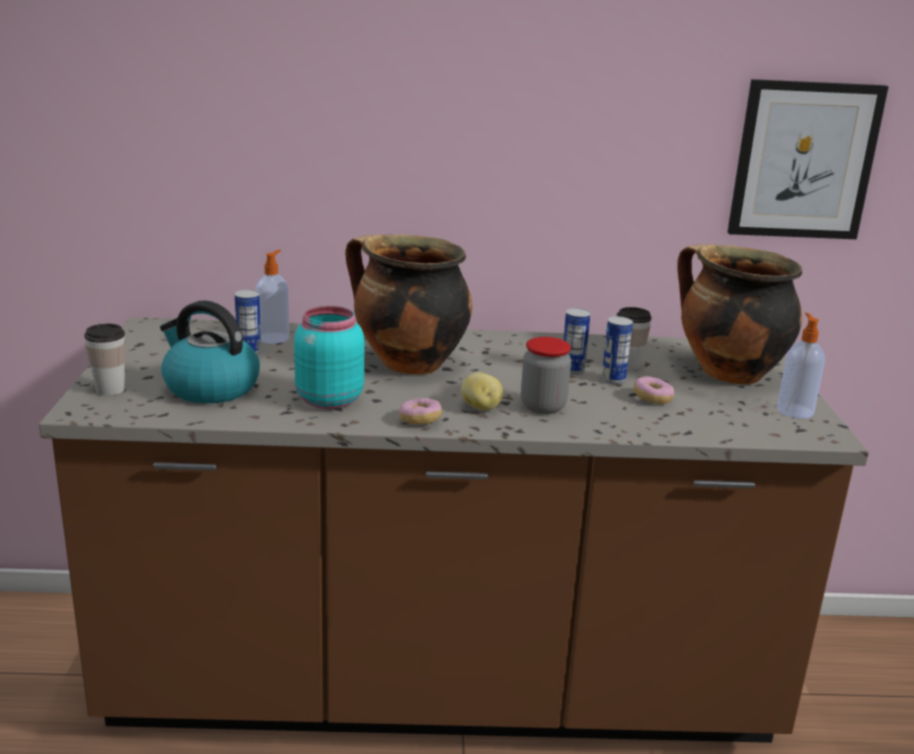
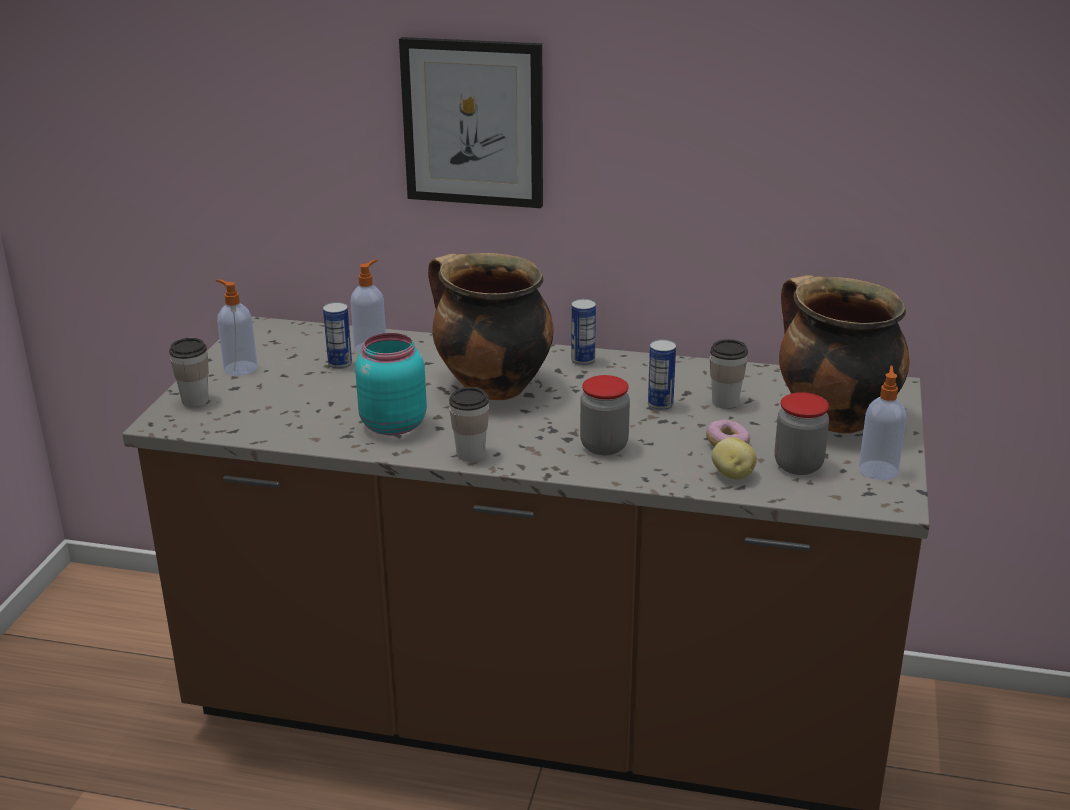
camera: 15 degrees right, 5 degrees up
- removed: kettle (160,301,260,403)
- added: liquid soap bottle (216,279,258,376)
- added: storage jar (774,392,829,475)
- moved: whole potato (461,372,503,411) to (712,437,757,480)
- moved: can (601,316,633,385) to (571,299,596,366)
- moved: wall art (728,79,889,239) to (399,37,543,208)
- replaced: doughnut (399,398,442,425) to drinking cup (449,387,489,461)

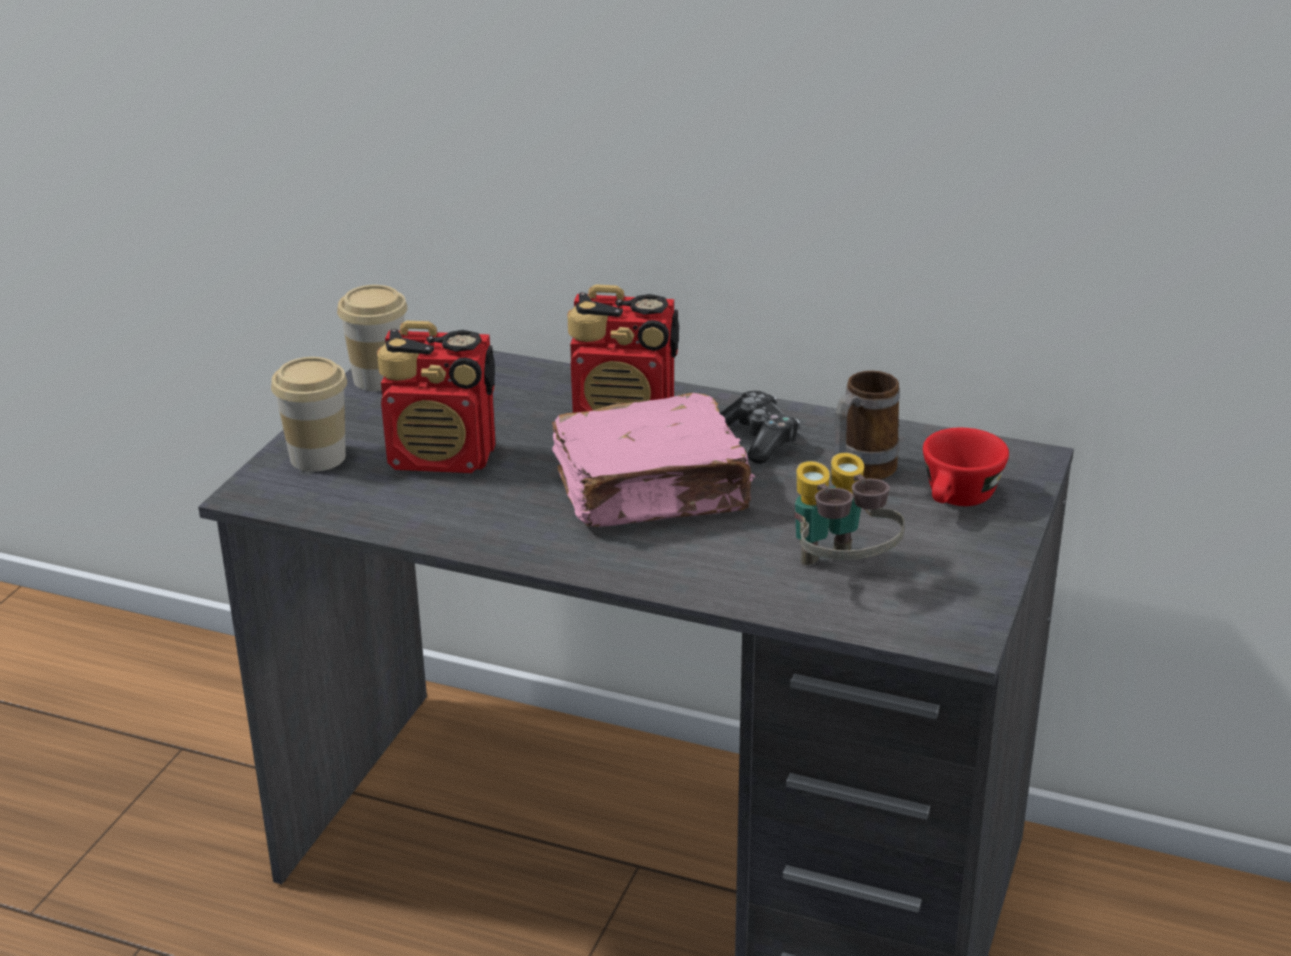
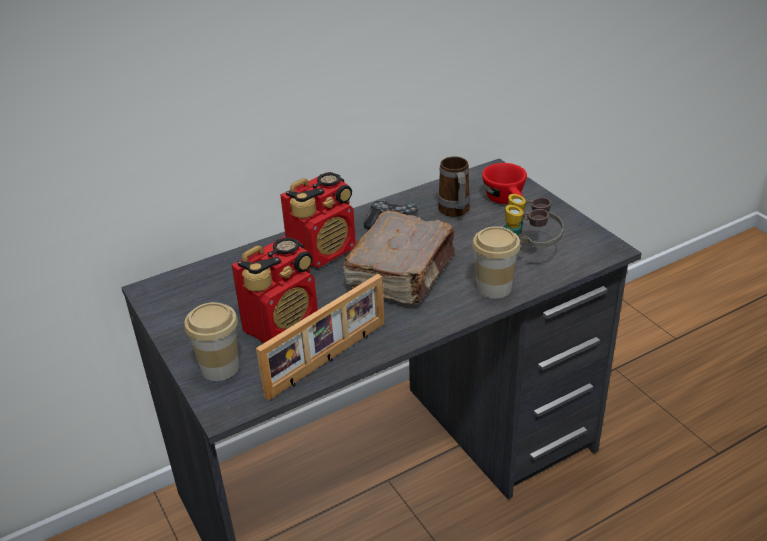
camera: 50 degrees left, 5 degrees up
- added: photo frame (256,274,385,401)
- moved: drinking cup (337,285,408,391) to (472,226,520,299)
- recoloured: pinkish volume (552,393,755,527) to brown-coloured volume (343,211,455,305)

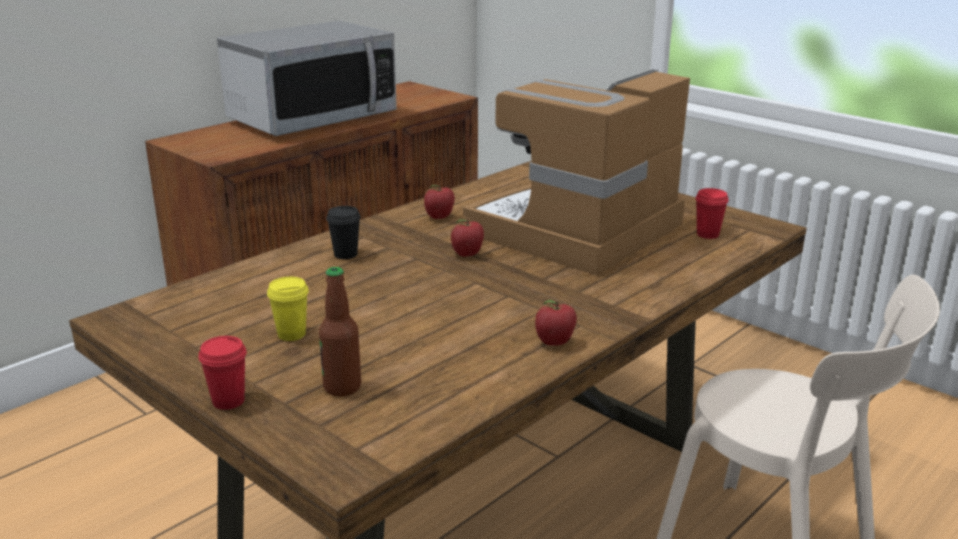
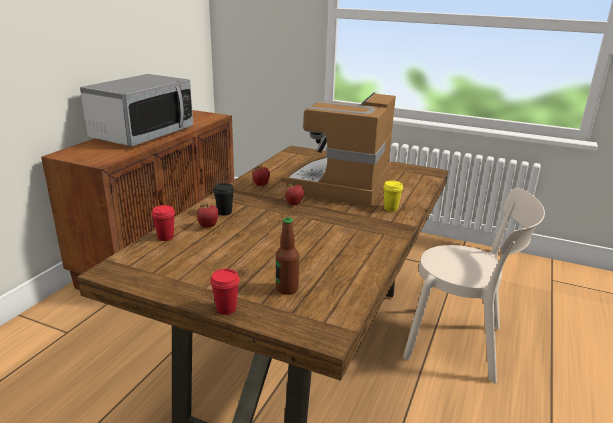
camera: 20 degrees left, 0 degrees up
- moved: yellowish drinking cup (267,277,309,341) to (383,180,403,212)
- moved: whole apple (535,300,577,346) to (197,204,219,228)
- moved: red-coloured drinking cup (695,188,729,239) to (151,205,175,241)

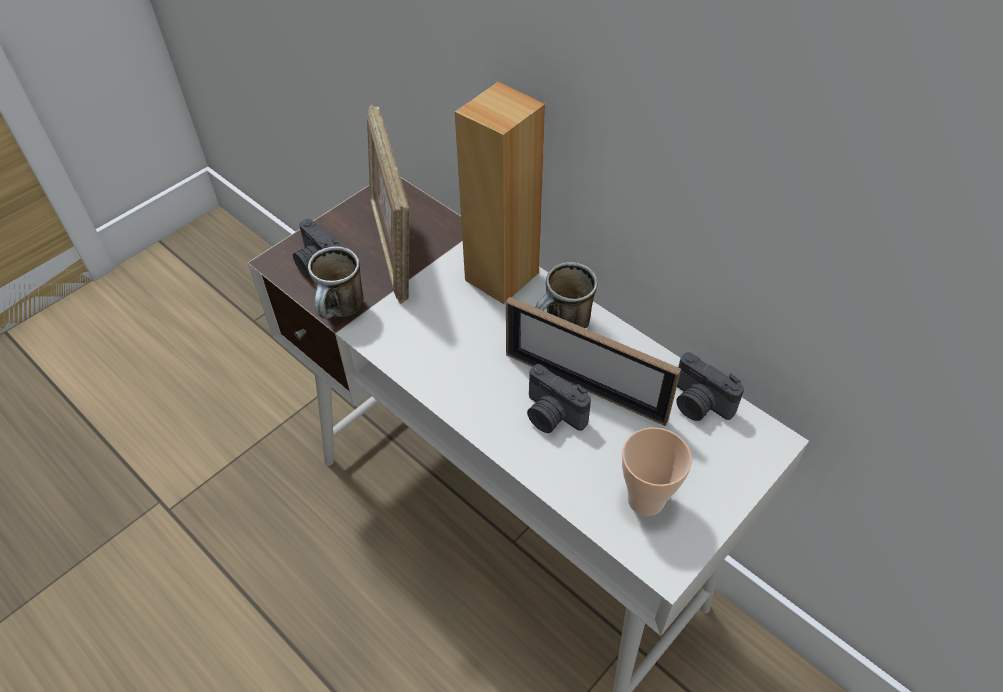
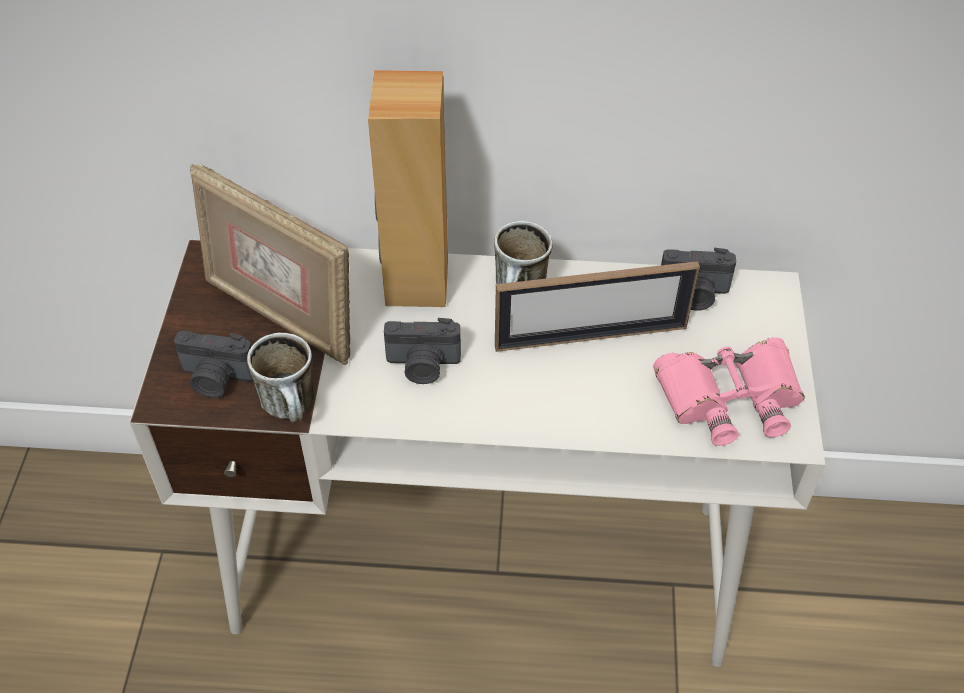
camera: 40 degrees left, 0 degrees up
- moved: photo camera (527,364,591,433) to (384,318,461,384)
- replaced: drinking cup (622,427,692,516) to pinkish pair of binoculars (653,337,805,446)

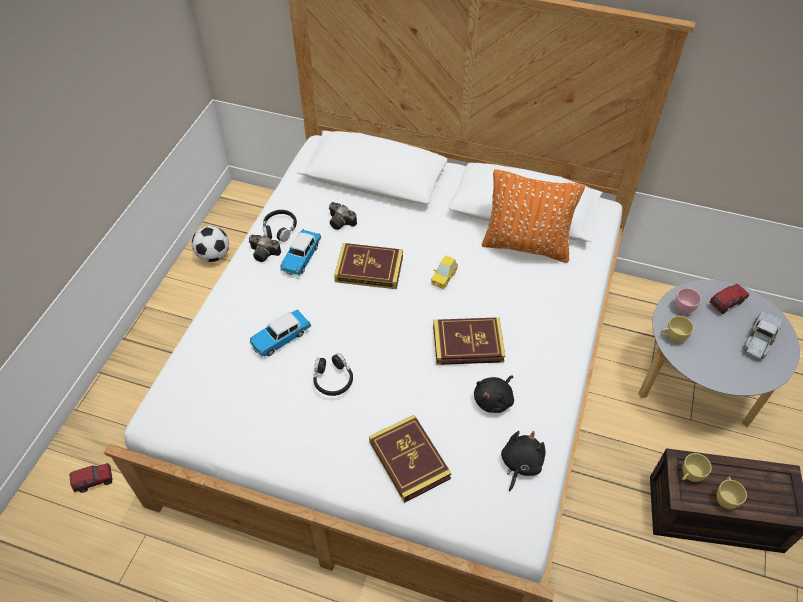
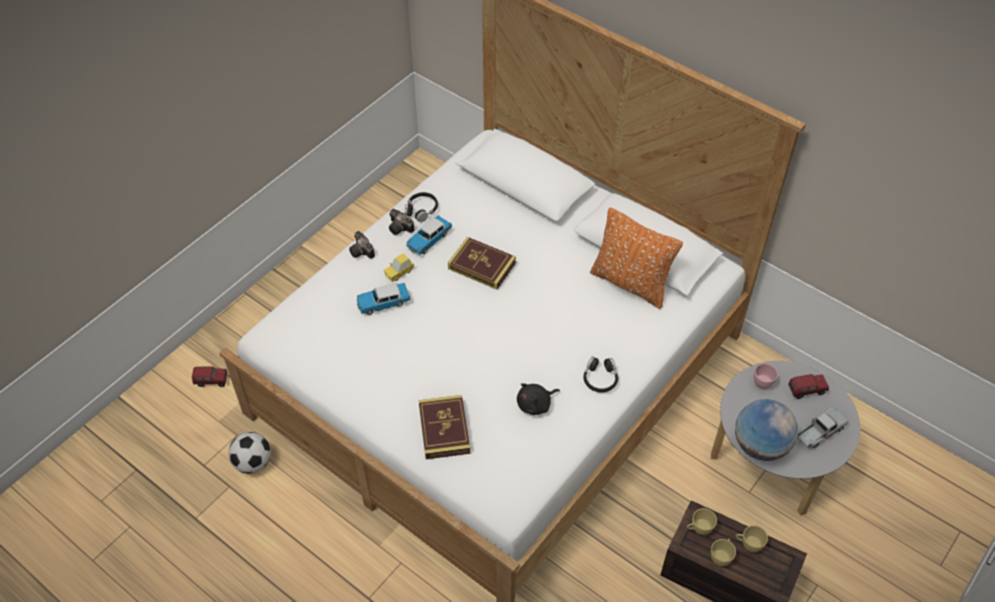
camera: 20 degrees right, 0 degrees up
- removed: volume (433,317,505,365)
- removed: blackish soft toy (501,431,546,492)
- added: world globe (735,399,798,461)
- moved: ball for football (192,226,229,262) to (229,432,271,474)
- moved: blackish headset (313,353,353,396) to (583,357,618,393)
- moved: photo camera (329,202,357,230) to (349,231,375,259)
- moved: yellowish miniature car (431,255,458,289) to (384,253,414,282)
- moved: yellowish drinking cup (661,316,694,343) to (736,525,768,552)

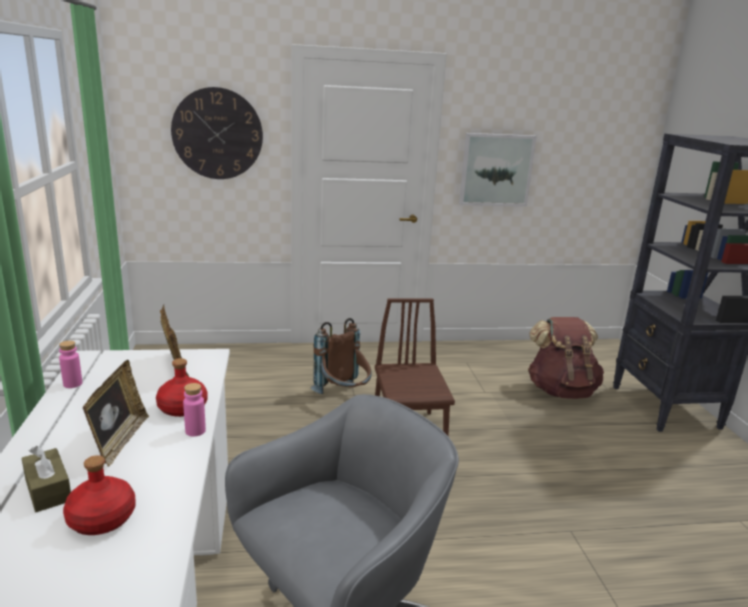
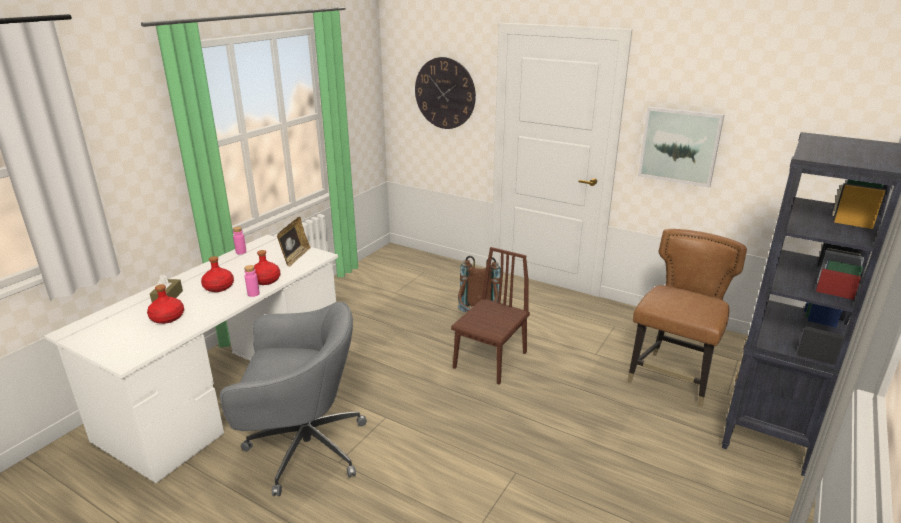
camera: 40 degrees right, 5 degrees up
- replaced: photo frame (83,360,149,467) to red-coloured bottle (201,256,234,292)
- replaced: brown-coloured backpack (528,317,604,399) to brown-coloured chair (628,229,747,407)

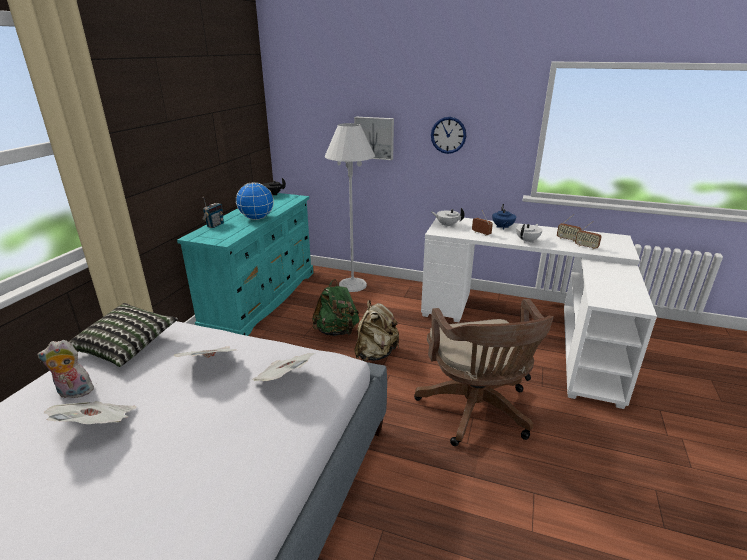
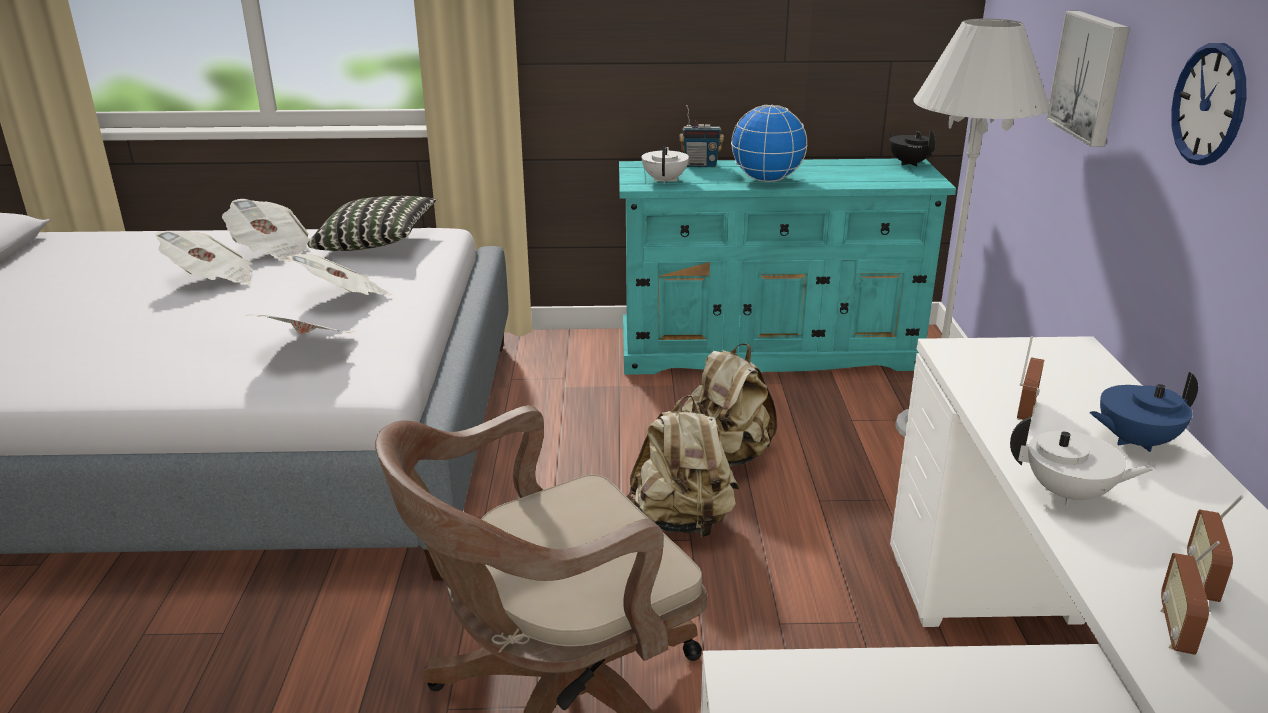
camera: 70 degrees right, 0 degrees up
- moved: white pot for tea (432,208,464,227) to (642,146,689,184)
- replaced: soft toy (37,340,98,398) to daily paper (222,199,310,262)
- recoloured: green-coloured backpack (312,279,360,336) to beige backpack (681,344,777,467)

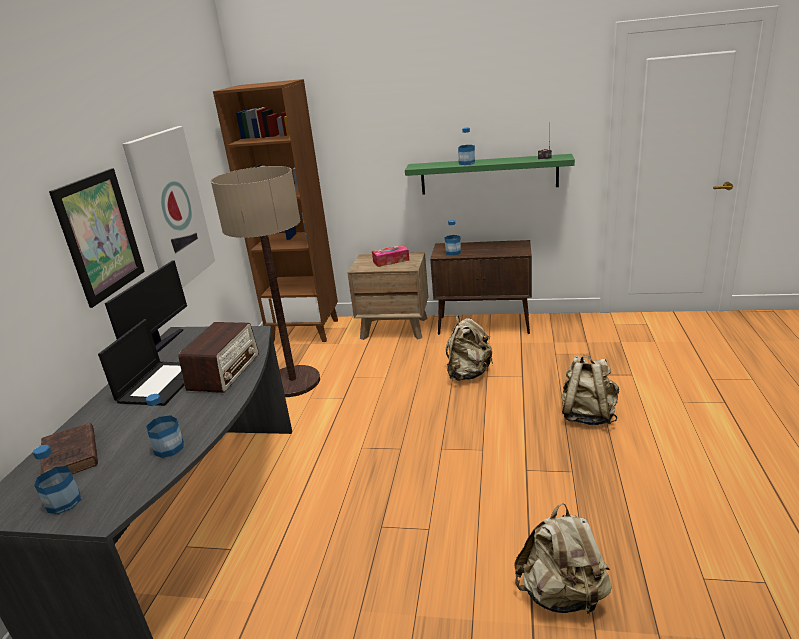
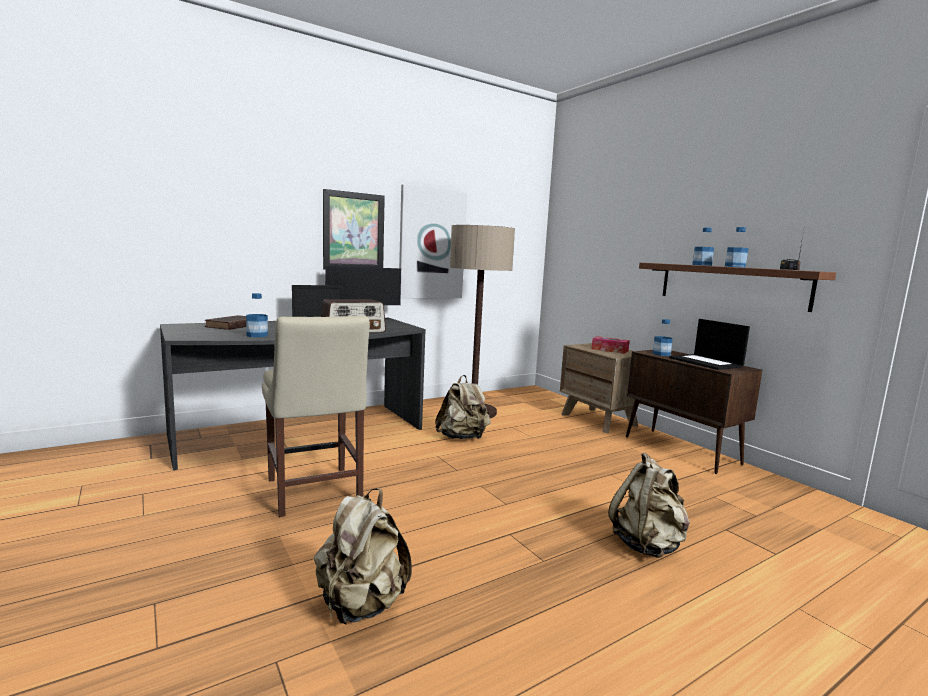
camera: 45 degrees right, 15 degrees down
- removed: brown-coloured bookcase (213,79,338,342)
- added: beige chair (262,316,370,517)
- added: notebook computer (669,319,750,370)
- moved: bottle (33,445,81,514) to (725,227,748,267)
- moved: beige backpack (446,315,493,381) to (435,375,491,439)
- recoloured: green-coloured shelf (405,154,575,194) to brown-coloured shelf (639,263,836,312)

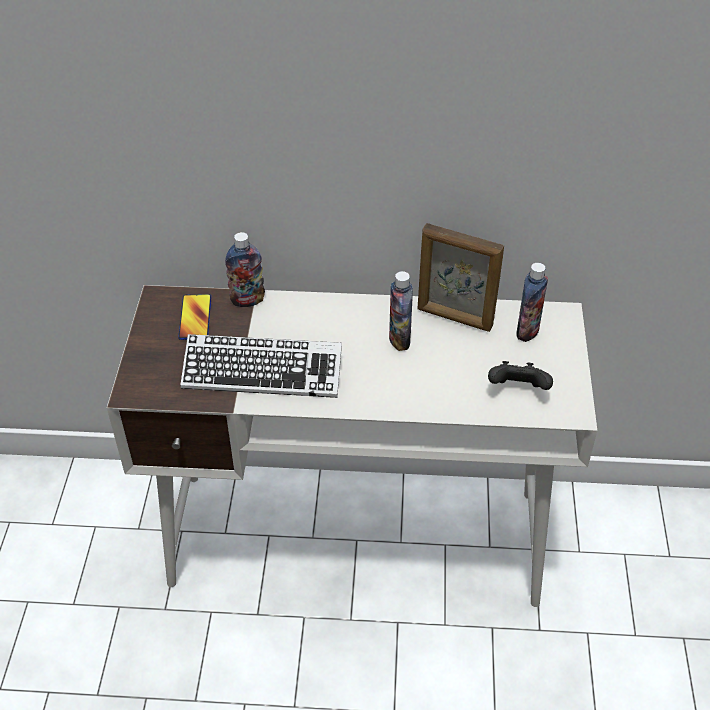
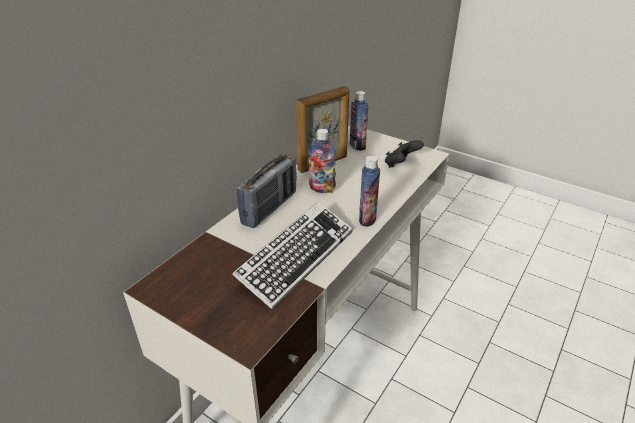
camera: 60 degrees left, 10 degrees down
- removed: handset (179,294,211,340)
- added: radio (237,154,297,228)
- moved: bottle (225,232,265,307) to (359,156,380,227)

